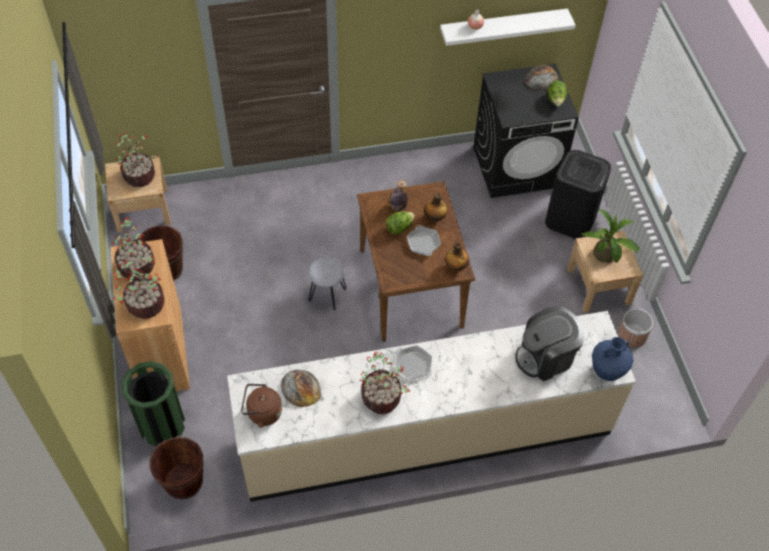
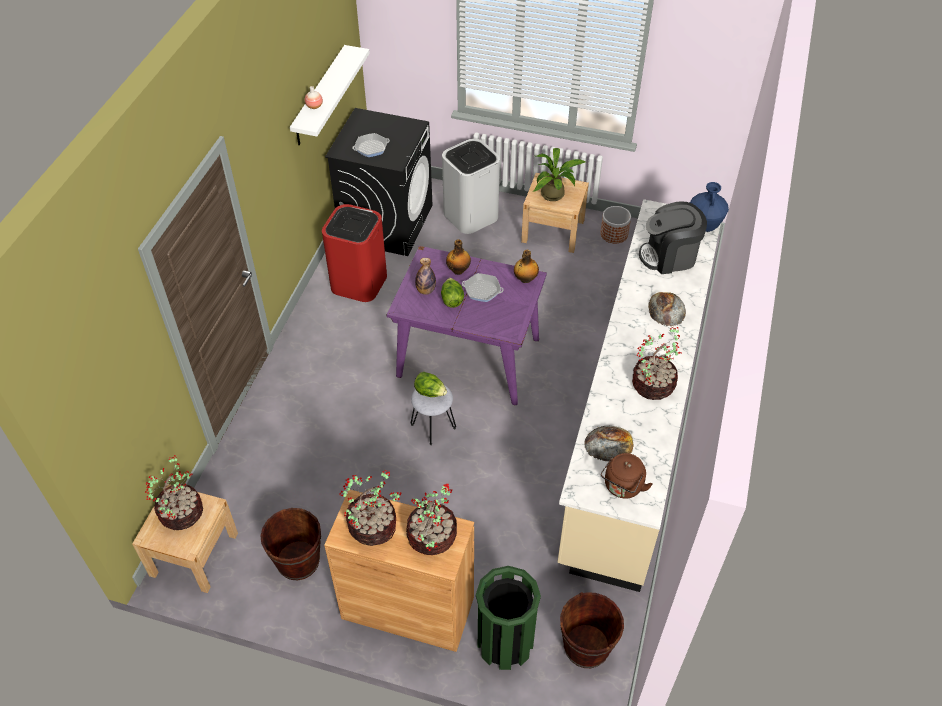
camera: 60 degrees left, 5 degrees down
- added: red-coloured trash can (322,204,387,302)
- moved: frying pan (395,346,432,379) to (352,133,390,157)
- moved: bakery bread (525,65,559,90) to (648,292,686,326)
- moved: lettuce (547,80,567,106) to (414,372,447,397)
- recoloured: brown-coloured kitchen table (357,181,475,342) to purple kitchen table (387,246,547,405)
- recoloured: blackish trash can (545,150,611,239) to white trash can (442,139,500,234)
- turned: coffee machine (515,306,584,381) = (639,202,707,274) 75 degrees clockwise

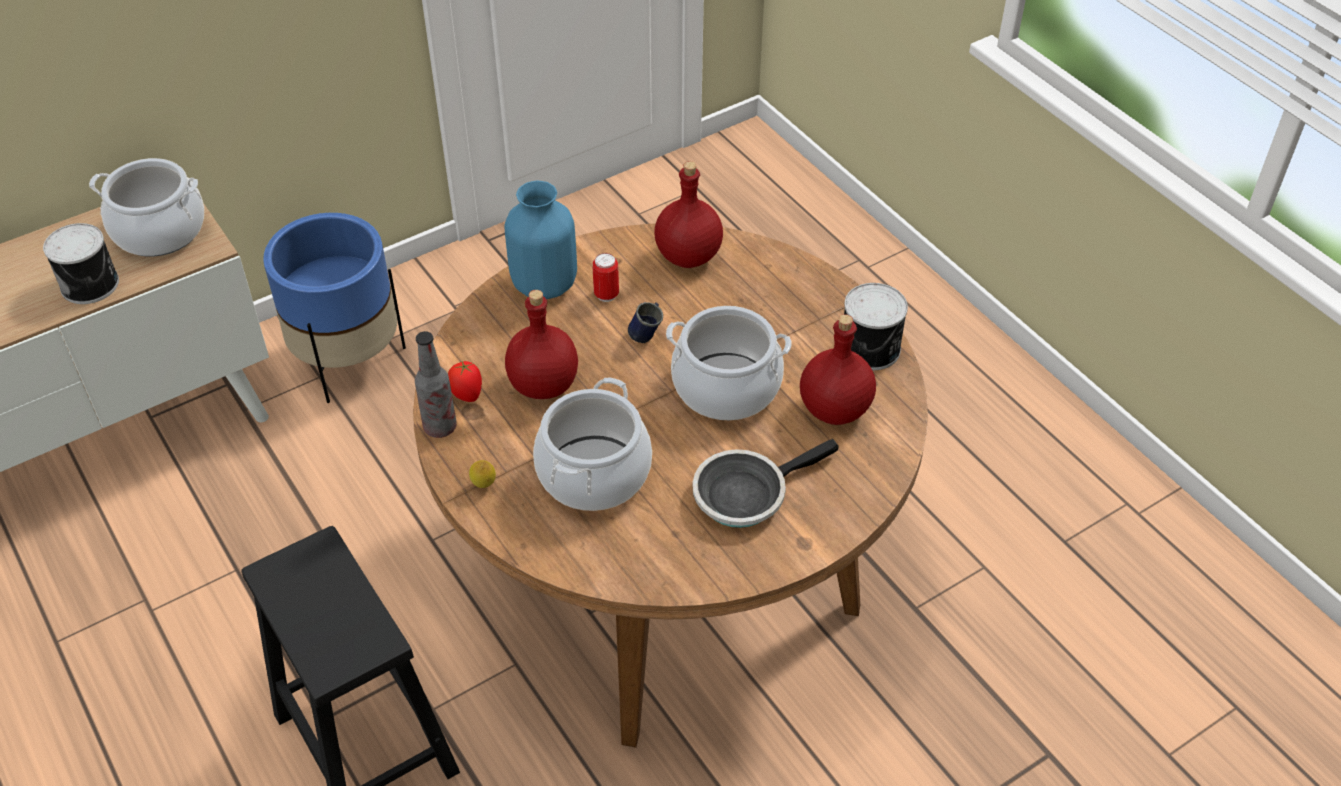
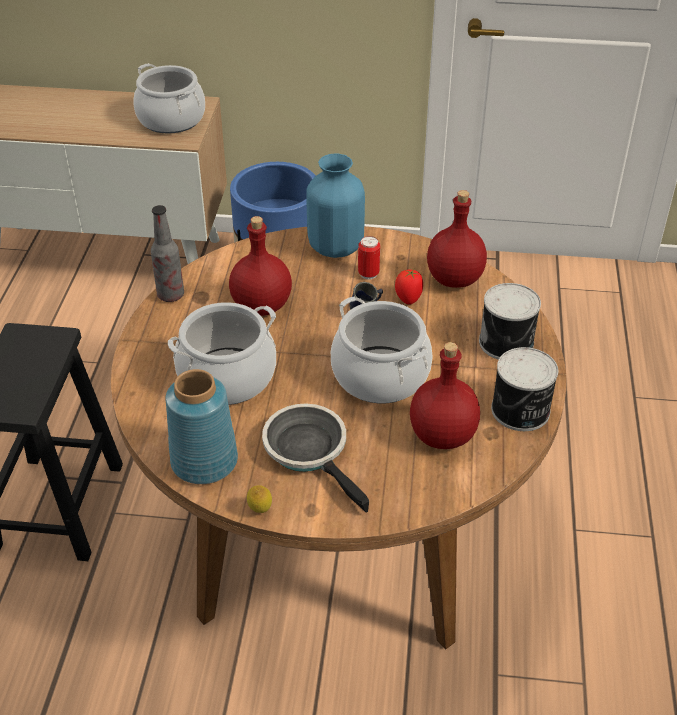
camera: 40 degrees right, 5 degrees down
- added: blue-coloured decorative vase (165,369,238,484)
- moved: can (43,223,119,304) to (479,283,541,360)
- moved: fresh tomato (448,361,482,402) to (395,269,423,305)
- moved: citrus fruit (469,460,496,488) to (247,486,272,513)
- turned: frying pan (693,439,839,528) = (262,403,369,513) 45 degrees clockwise

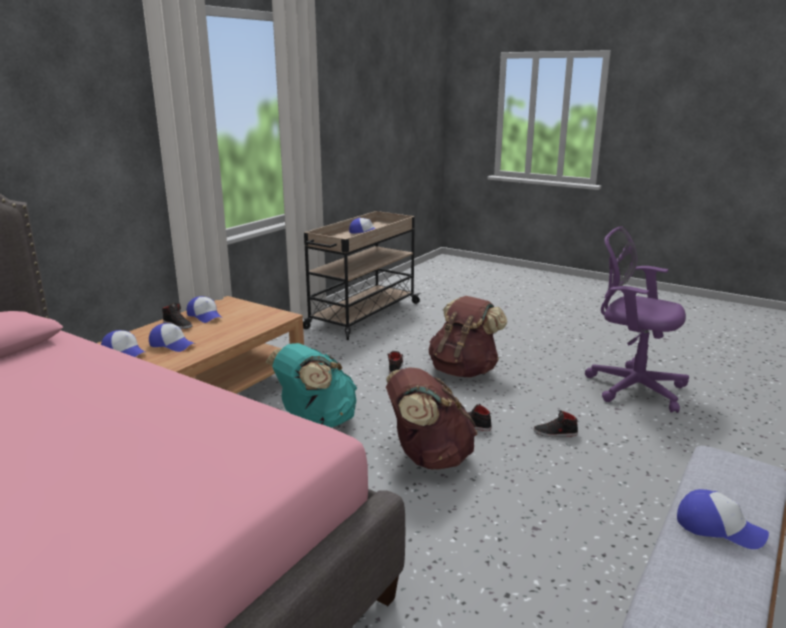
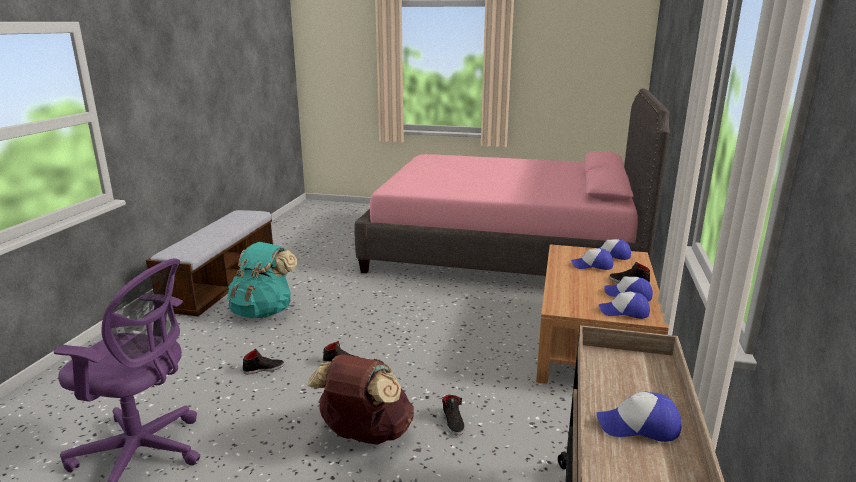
camera: 160 degrees right, 0 degrees up
- removed: brown-coloured backpack (386,367,477,470)
- moved: blue-green backpack (266,343,357,428) to (227,242,297,318)
- moved: baseball cap (677,489,769,549) to (599,291,650,319)

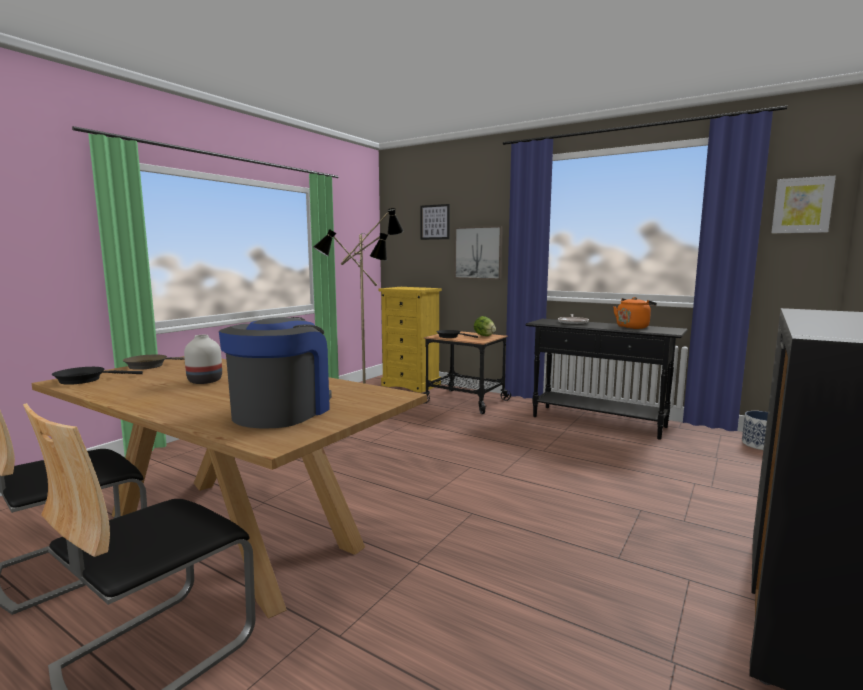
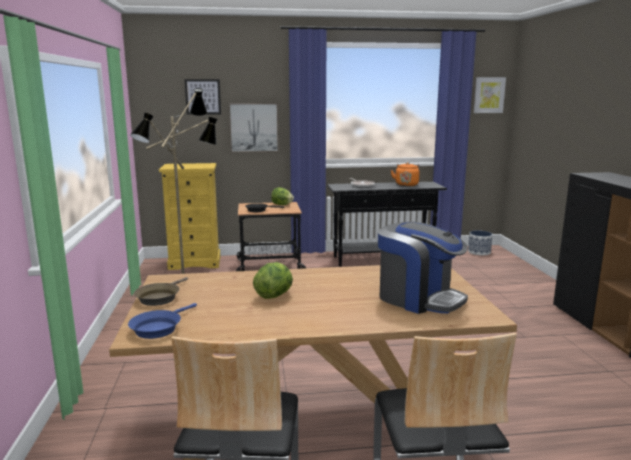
camera: 40 degrees left, 5 degrees up
- replaced: white decorative vase (184,335,222,384) to lettuce (253,262,293,299)
- recoloured: blackish frying pan (52,367,143,385) to blue-coloured frying pan (128,303,197,339)
- turned: coffee machine (219,317,332,429) = (378,222,468,314) 150 degrees clockwise

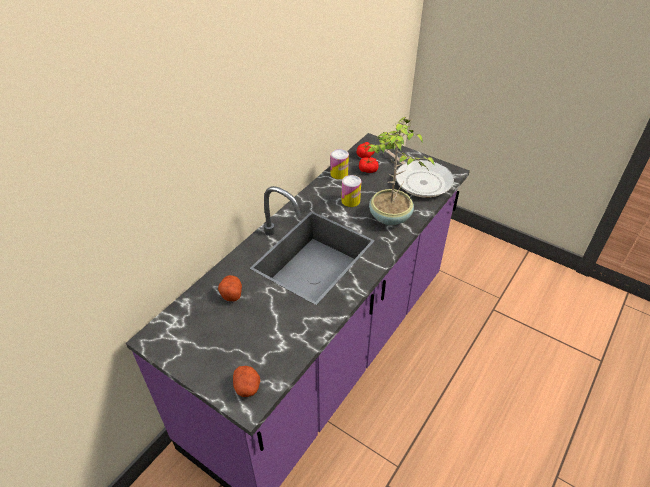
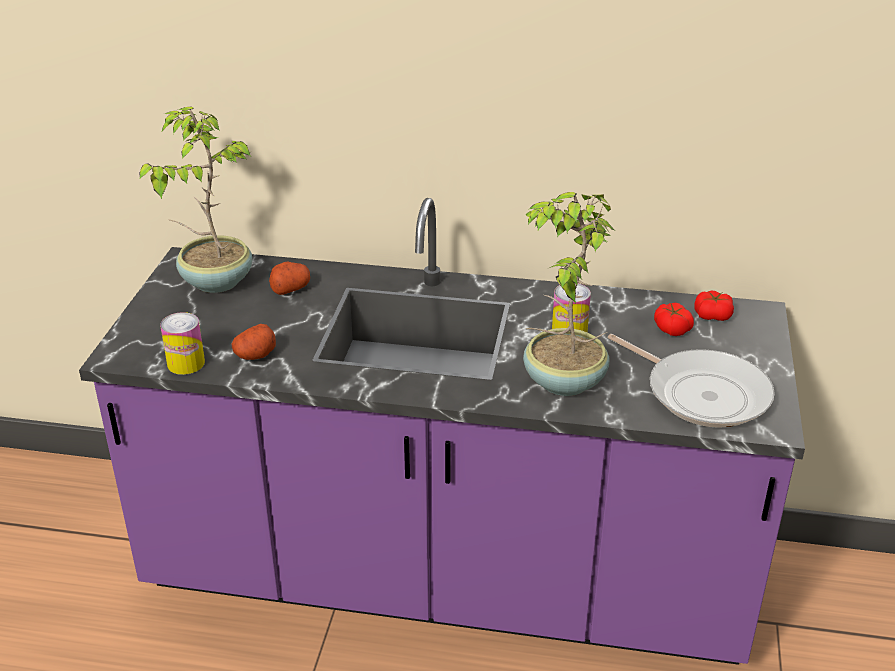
camera: 65 degrees right, 10 degrees down
- added: houseplant (139,107,252,293)
- moved: whole potato (233,366,260,397) to (232,324,276,360)
- moved: can (330,149,349,180) to (160,312,205,375)
- turned: frying pan (385,149,454,198) = (608,334,775,428) 75 degrees counterclockwise

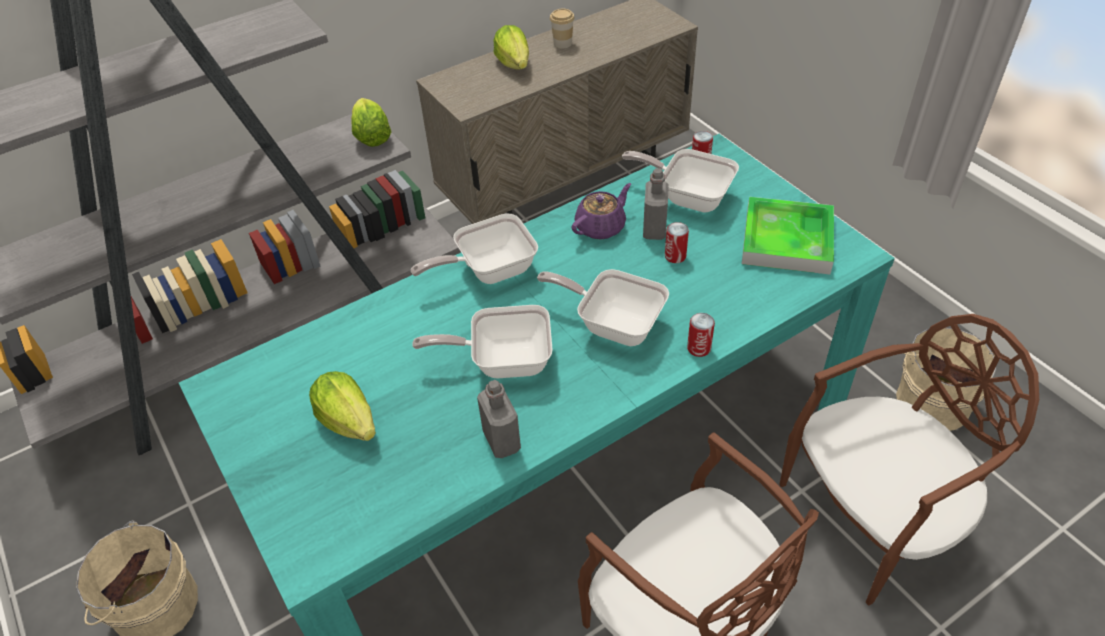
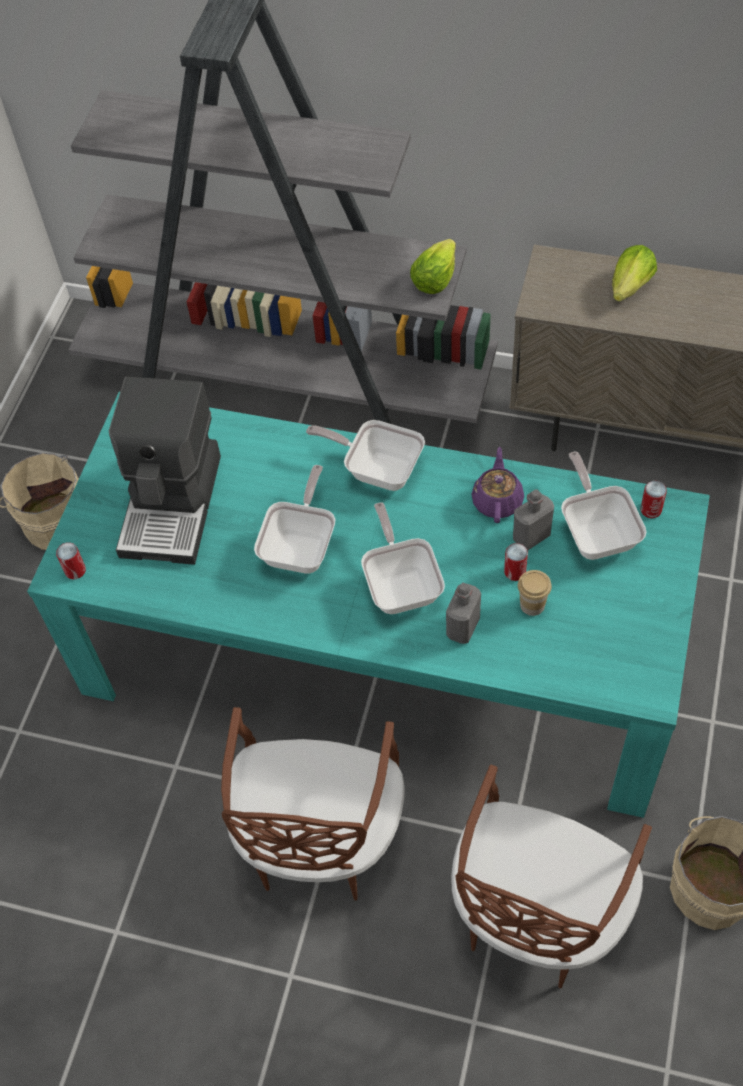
camera: 50 degrees right, 10 degrees up
- removed: tray (742,197,834,275)
- moved: greyish bottle (477,380,521,458) to (446,583,481,644)
- moved: drinking cup (550,8,575,48) to (518,570,552,616)
- moved: can (687,313,715,357) to (56,542,86,579)
- replaced: lettuce (309,371,376,441) to coffee machine (109,377,221,565)
- turned: frying pan (412,305,553,378) = (254,465,335,574) 60 degrees clockwise
- turned: purple pot for tea (571,183,631,240) = (472,447,524,523) 90 degrees counterclockwise
- turned: brown-coloured chair (779,314,1039,605) = (451,765,652,988) 90 degrees clockwise

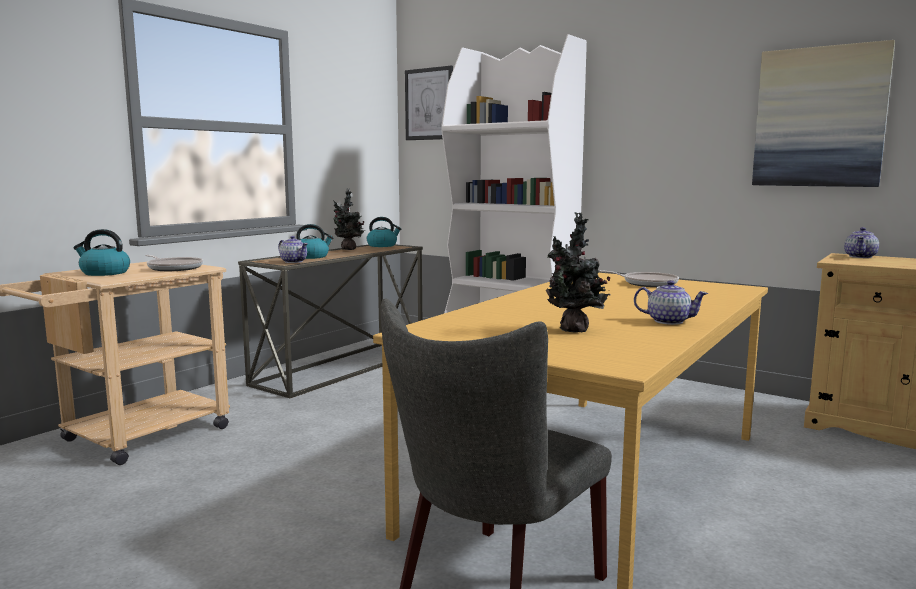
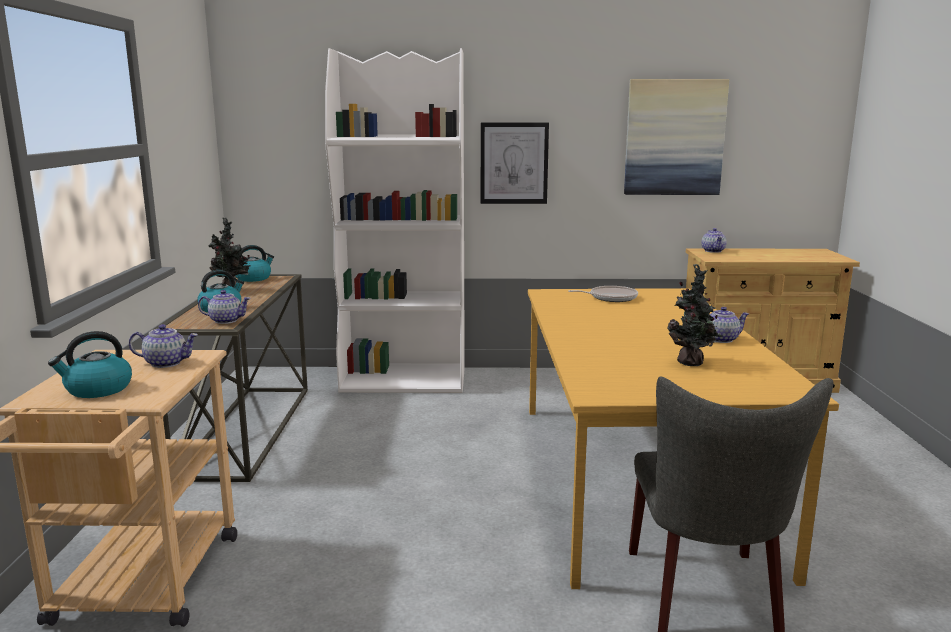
camera: 35 degrees left, 5 degrees up
- moved: wall art (405,66,453,140) to (481,123,549,204)
- replaced: frying pan (145,255,203,271) to pot for tea (129,324,198,368)

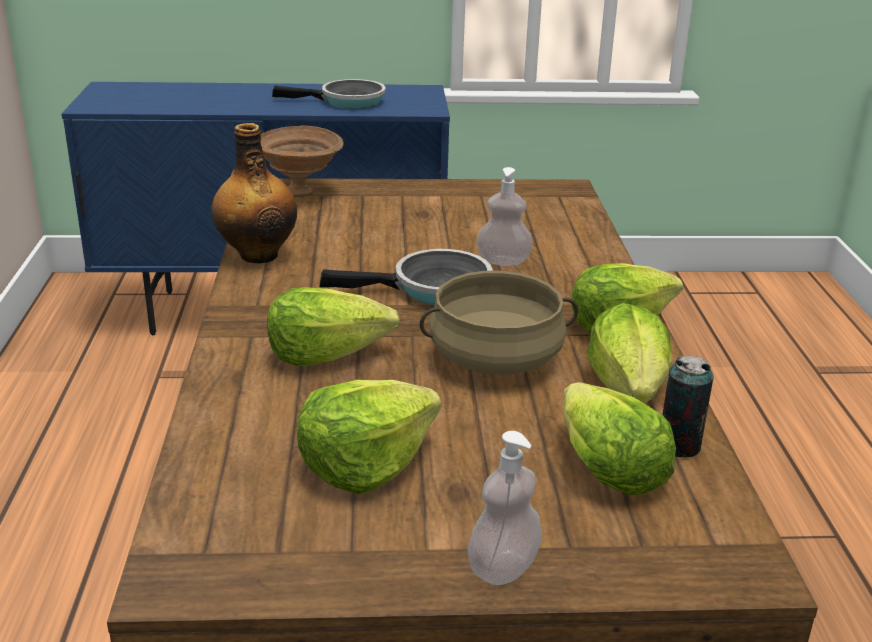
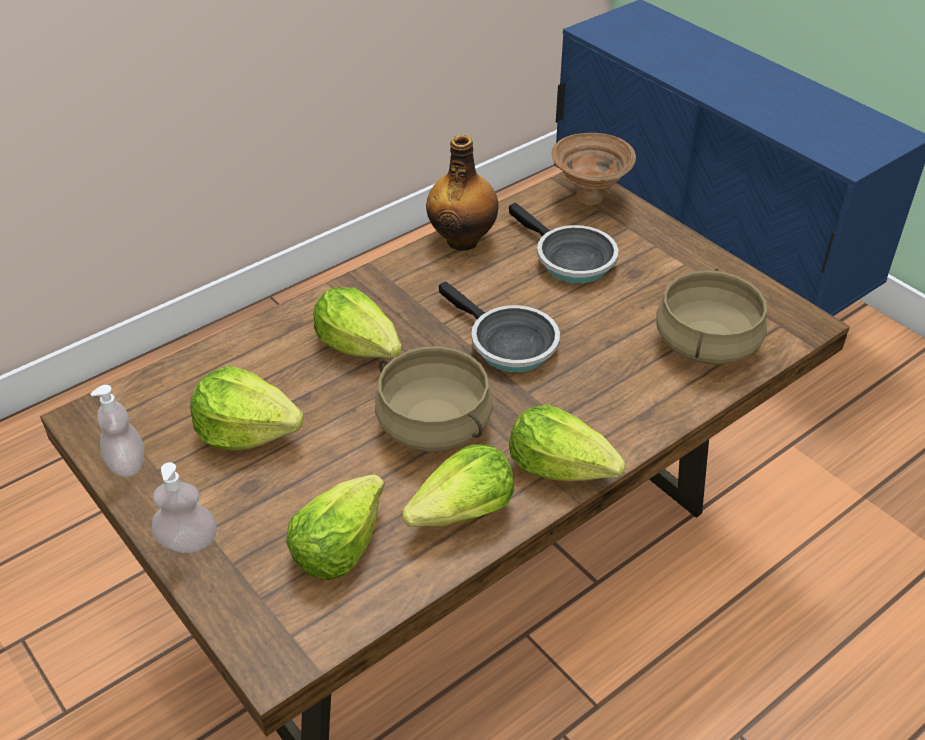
camera: 55 degrees right, 15 degrees up
- removed: can (662,355,713,457)
- added: beige stockpot (656,268,767,365)
- moved: frying pan (272,79,386,109) to (509,203,618,283)
- moved: liquid soap bottle (477,167,533,266) to (91,385,144,477)

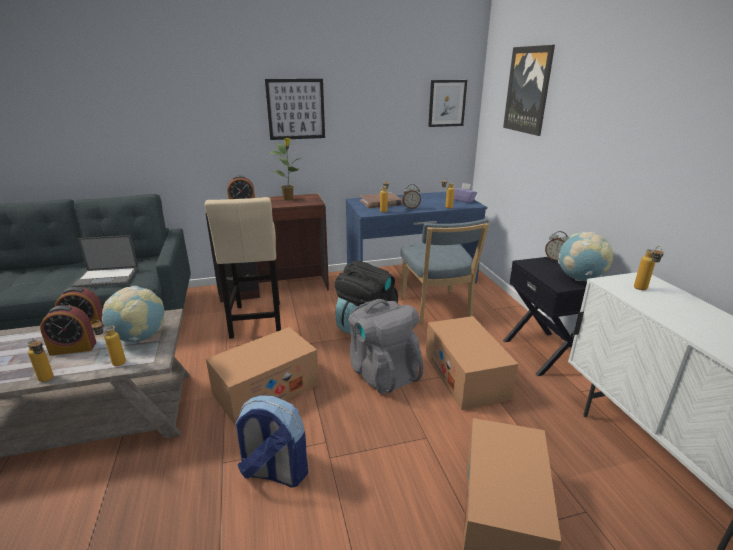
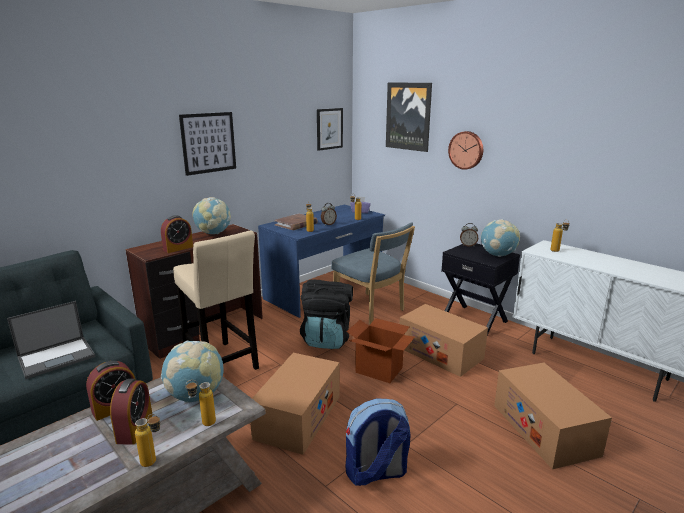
camera: 30 degrees left, 5 degrees down
- added: hanging clock (448,131,483,170)
- replaced: houseplant (269,138,300,200) to world globe (192,197,231,234)
- replaced: greyish backpack (348,299,423,394) to packing box (346,318,415,383)
- turned: alarm clock (40,305,96,356) = (110,379,153,445) 45 degrees counterclockwise

